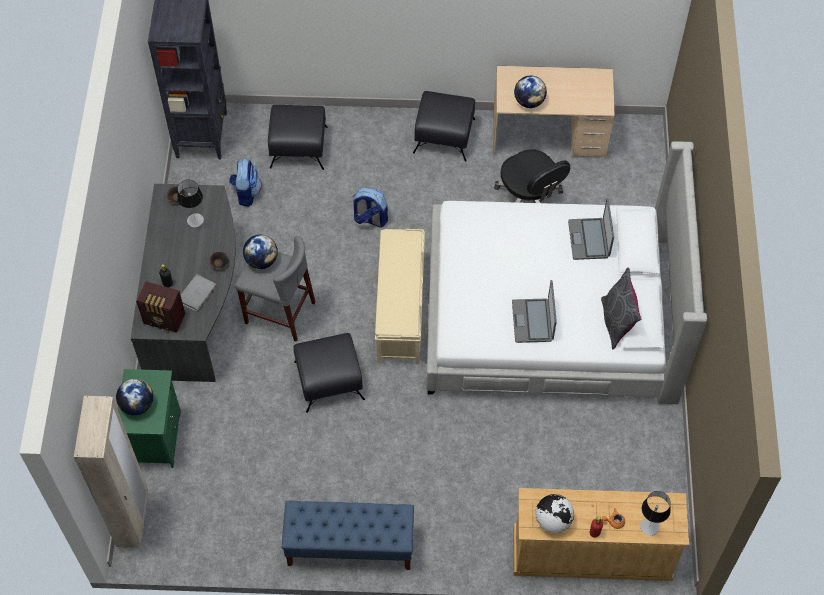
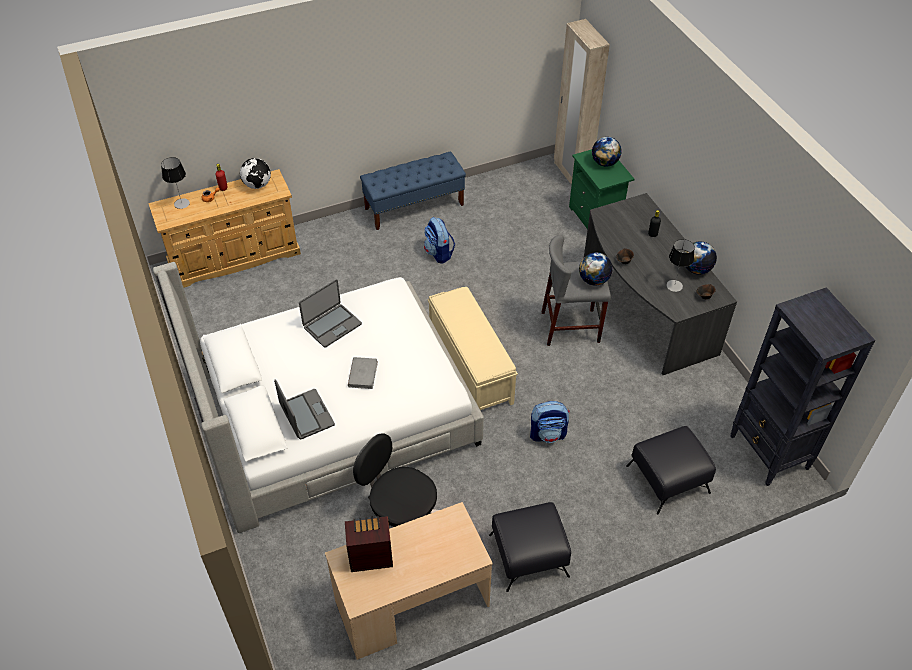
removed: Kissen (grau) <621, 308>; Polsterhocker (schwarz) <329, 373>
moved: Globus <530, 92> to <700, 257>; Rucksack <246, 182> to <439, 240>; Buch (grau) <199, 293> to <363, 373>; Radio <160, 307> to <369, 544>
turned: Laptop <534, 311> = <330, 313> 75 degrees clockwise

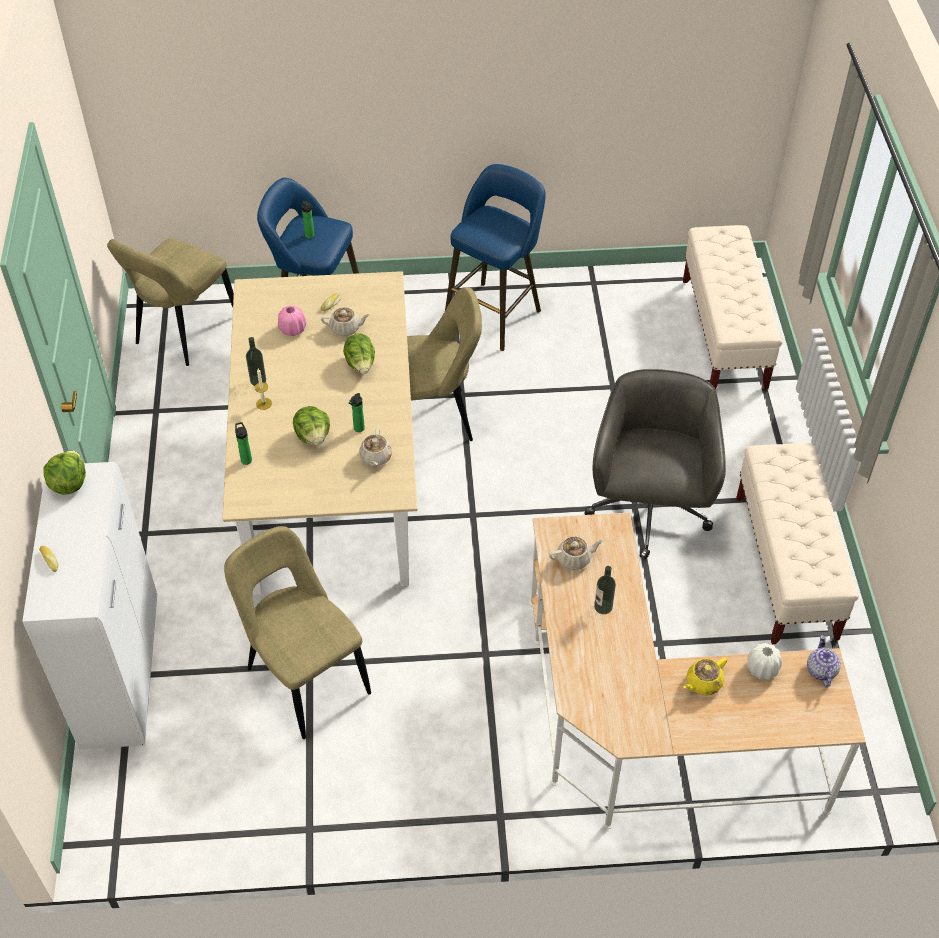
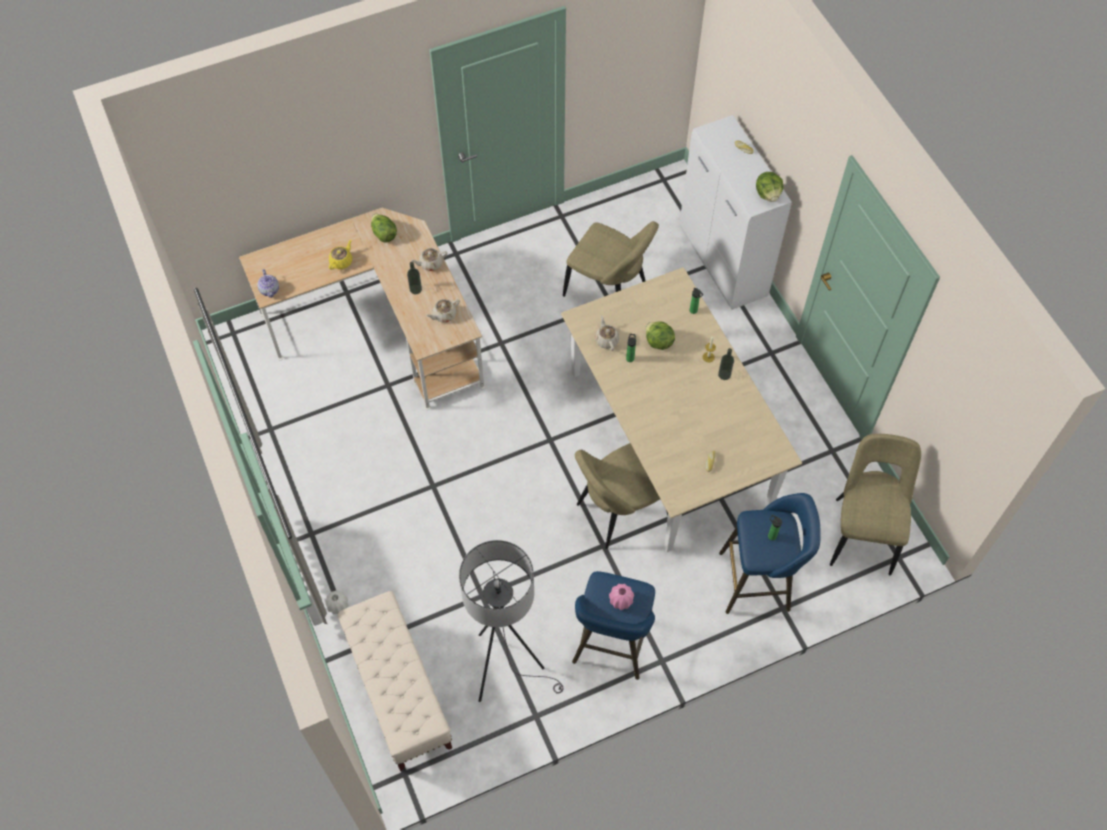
removed: Bürostuhl (grau) <655, 464>; Bank (beige) <797, 543>
added: Stehlampe (grau) <511, 621>
moved: Vase (rosa) <292, 321> to <621, 597>; Teekanne (beige) <345, 321> to <429, 259>; Salatkopf <359, 354> to <384, 228>; Vase (weiß) <764, 661> to <337, 602>

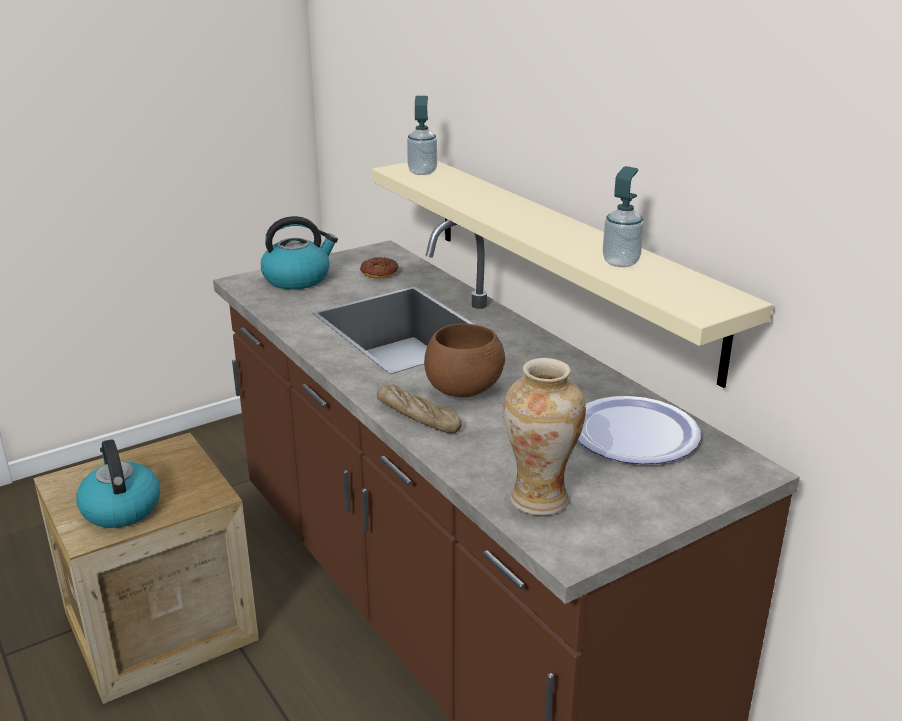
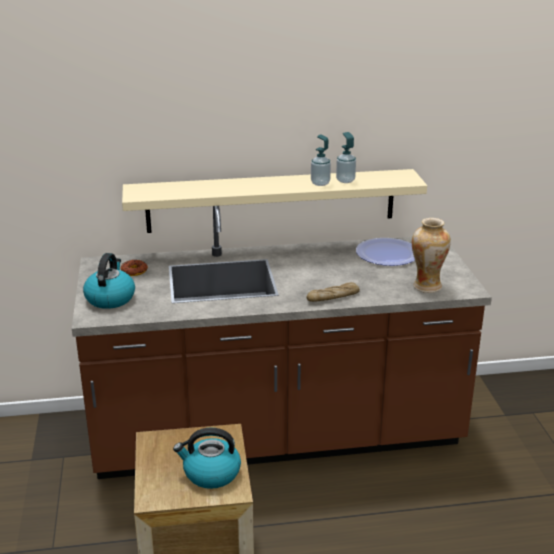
removed: Schüssel (braun) <464, 360>
moved: Seifenspender <422, 135> to <321, 160>

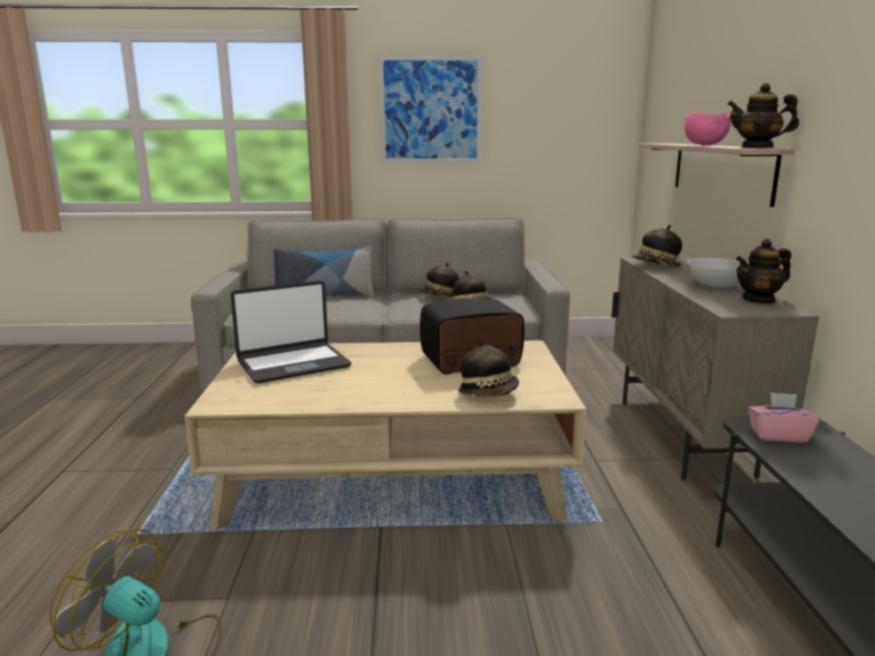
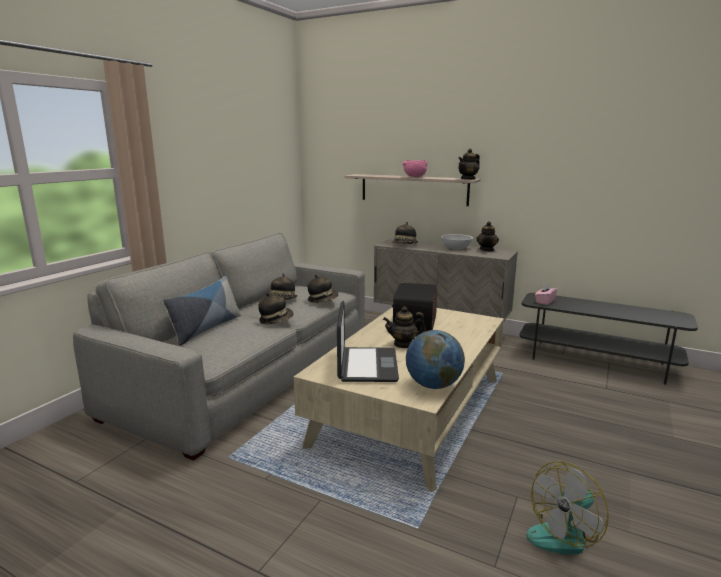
removed: Bild <430, 109>
added: Teekanne <404, 327>; Globus <435, 359>
moved: Hut <488, 368> to <275, 308>

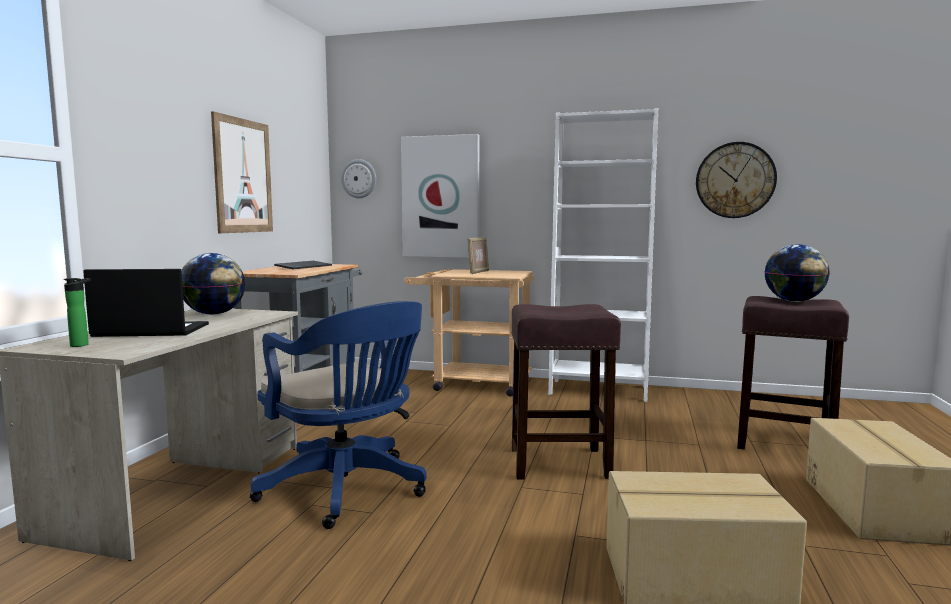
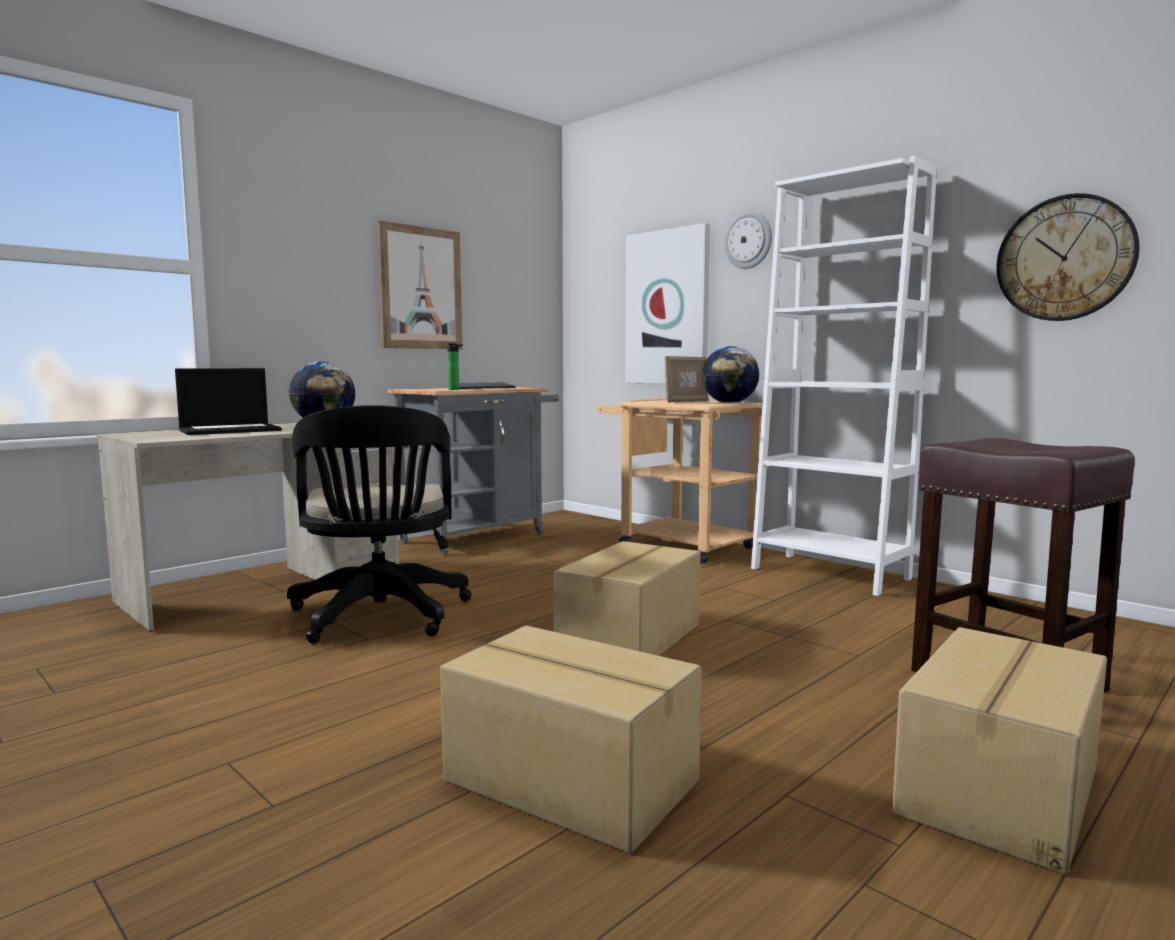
moved: Wanduhr <358, 178> to <748, 240>; Globus <797, 273> to <730, 374>; Flasche <77, 312> to <455, 366>
replaced: Hocker (braun) <566, 392> to Karton <627, 598>
recoloured: Bürostuhl (blau) <338, 415> to Bürostuhl (schwarz) <379, 524>
turned: Laptop <146, 303> = <228, 401> 120 degrees clockwise

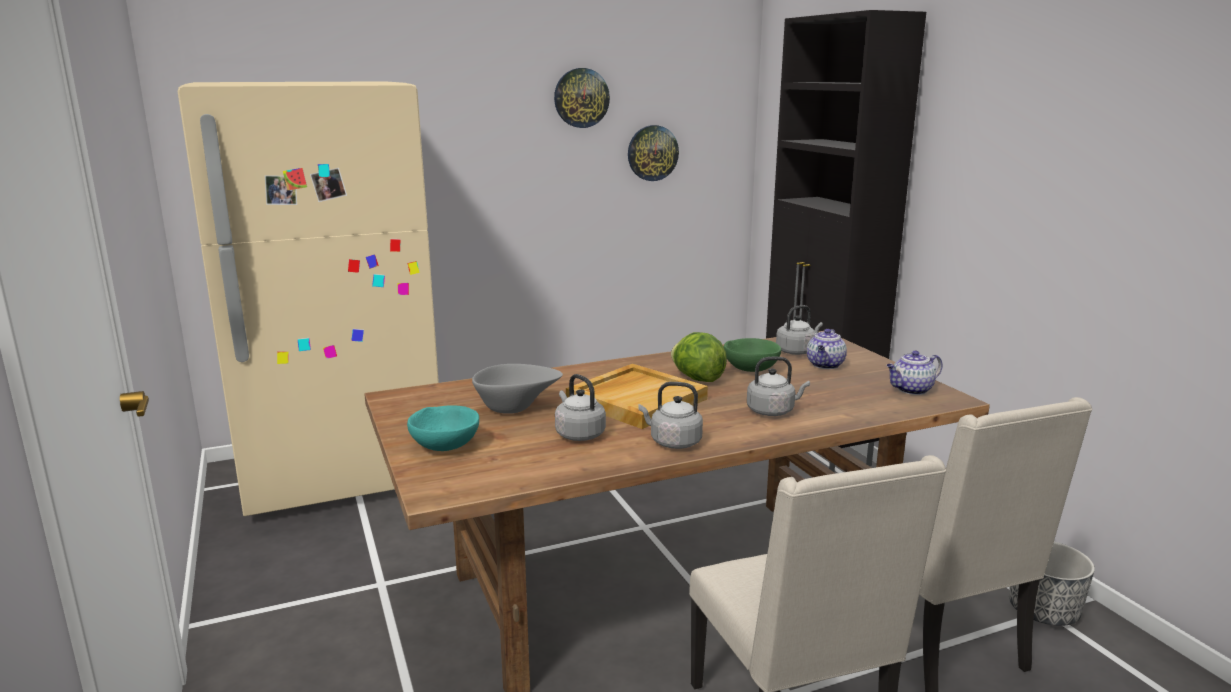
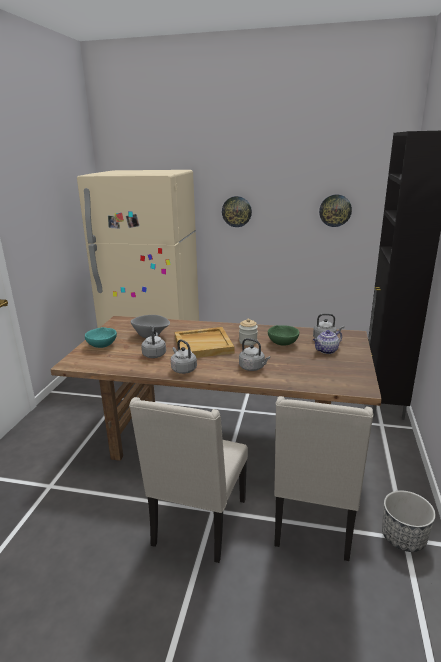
removed: Teekanne <914, 373>
moved: Wanduhr <582, 98> to <237, 211>
replaced: Salatkopf <699, 357> to Vorratsglas <248, 332>

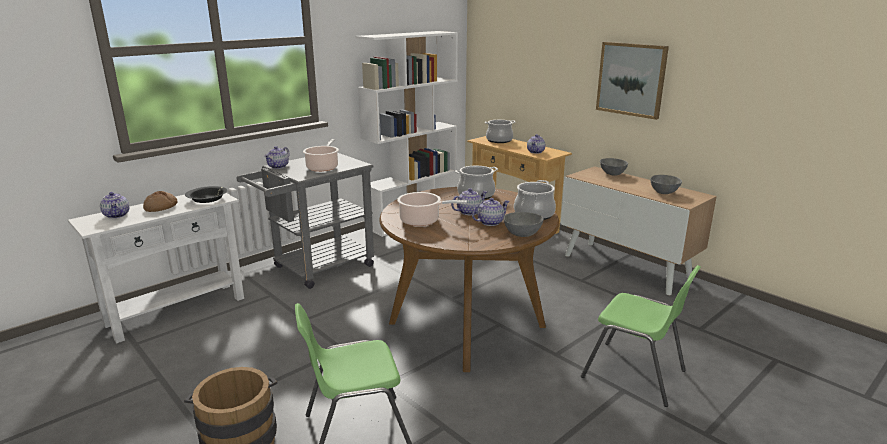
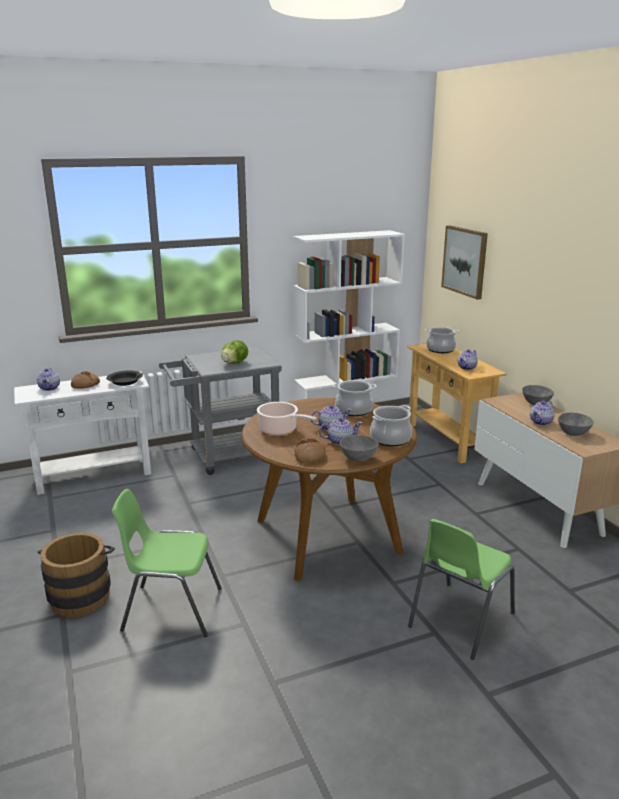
added: Brot <310, 450>
moved: Bild <632, 81> to <464, 262>; Teekanne <276, 157> to <542, 413>
replaced: Kochtopf <321, 155> to Salatkopf <234, 352>
turned: Stuhl (grün) <641, 336> = <461, 589> 75 degrees clockwise

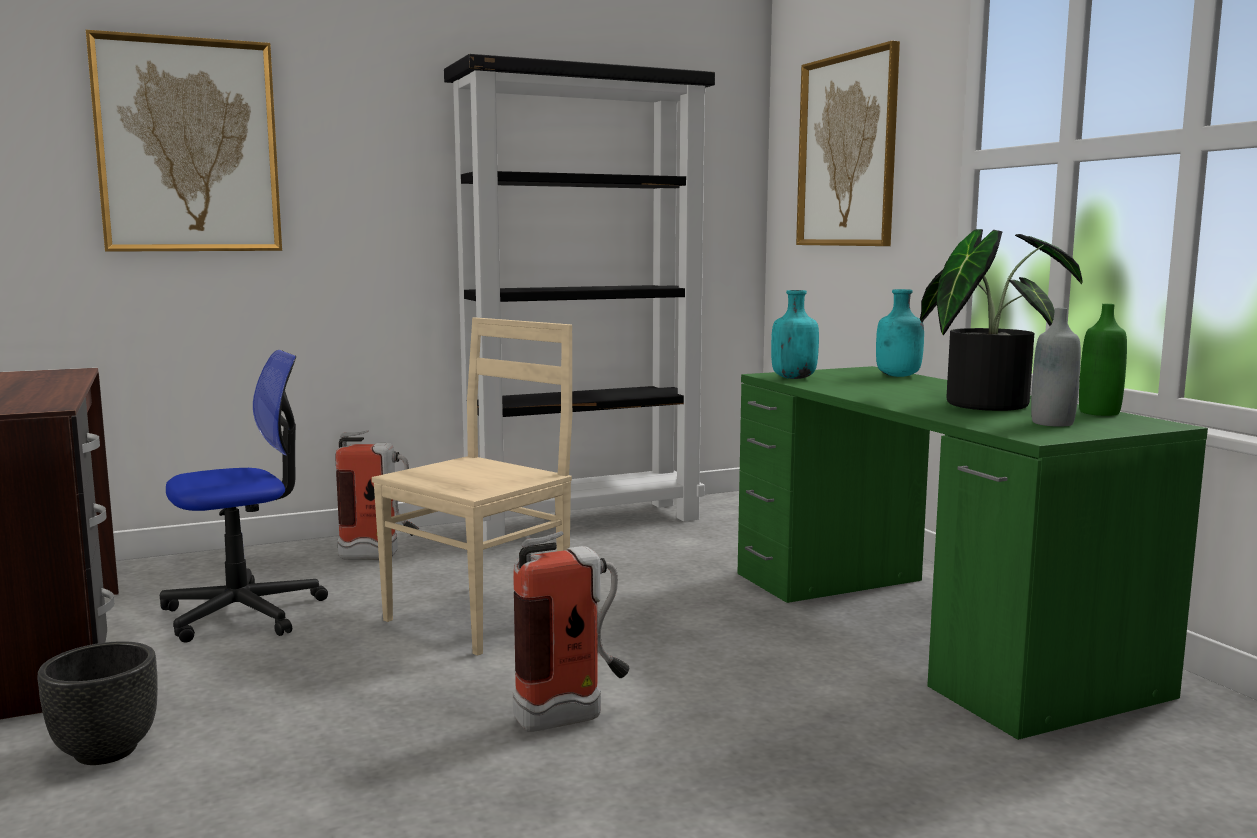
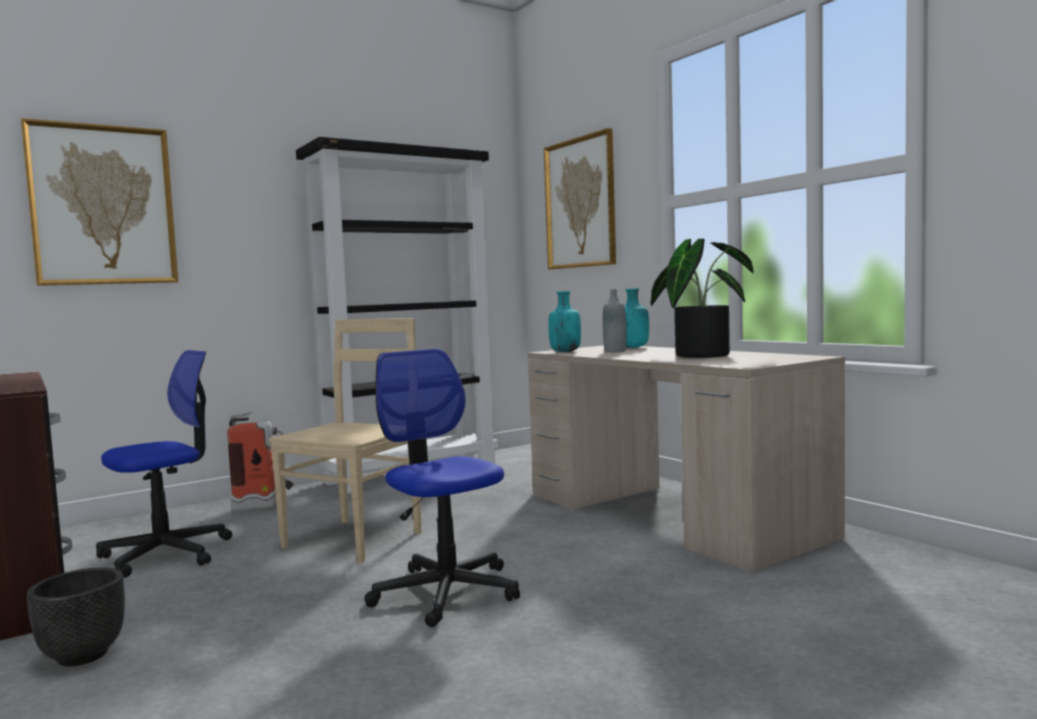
removed: Flasche (grün) <1103, 360>
moved: Flasche (grau) <1056, 367> to <614, 321>
replaced: Feuerlöscher <571, 631> to Bürostuhl <442, 487>
recoloured: Schreibtisch (grün) <973, 553> to Schreibtisch (beige) <686, 458>

